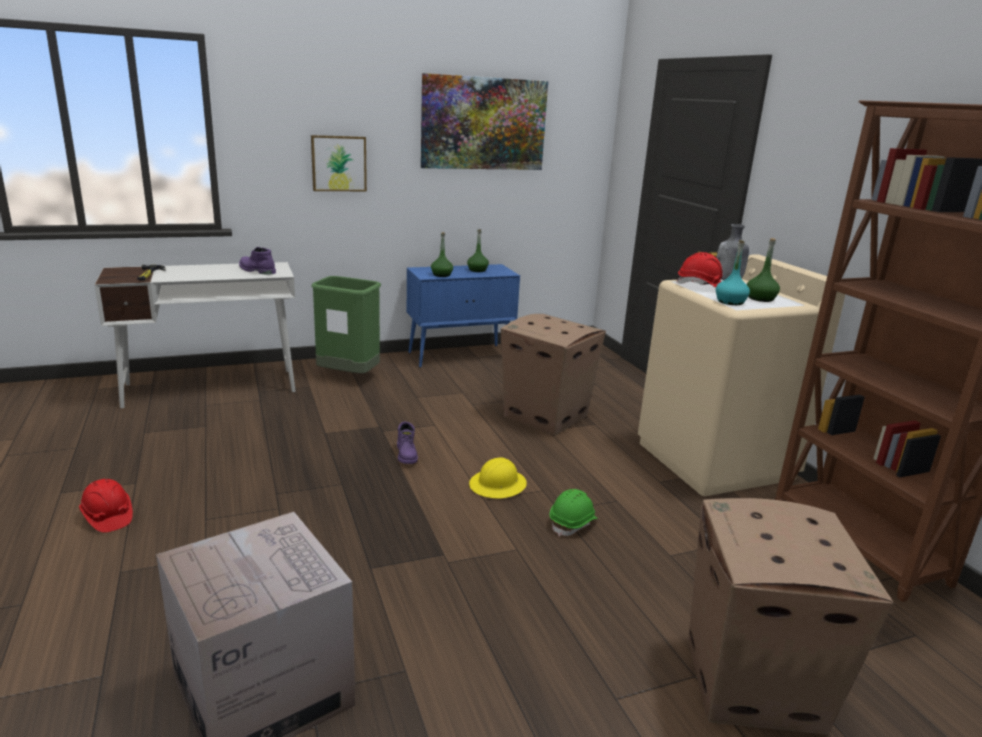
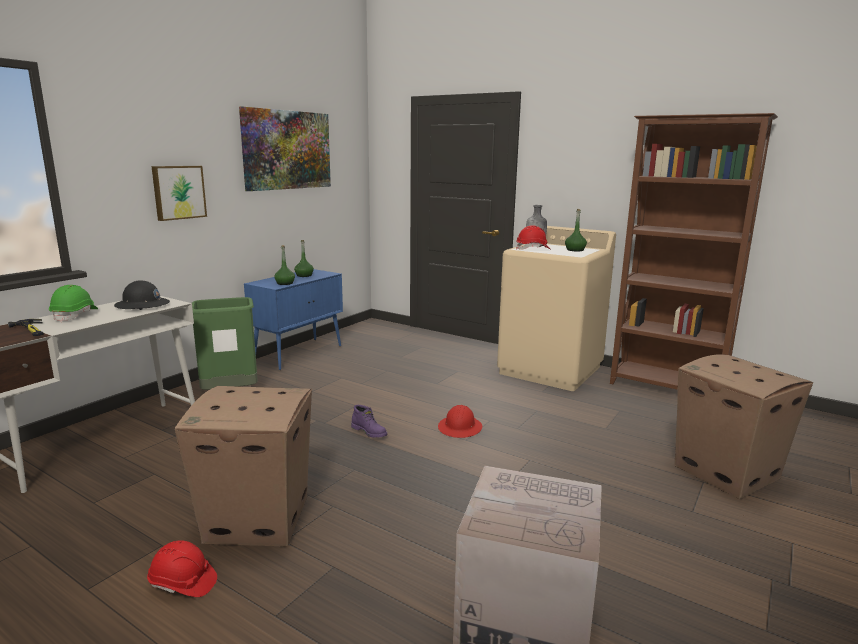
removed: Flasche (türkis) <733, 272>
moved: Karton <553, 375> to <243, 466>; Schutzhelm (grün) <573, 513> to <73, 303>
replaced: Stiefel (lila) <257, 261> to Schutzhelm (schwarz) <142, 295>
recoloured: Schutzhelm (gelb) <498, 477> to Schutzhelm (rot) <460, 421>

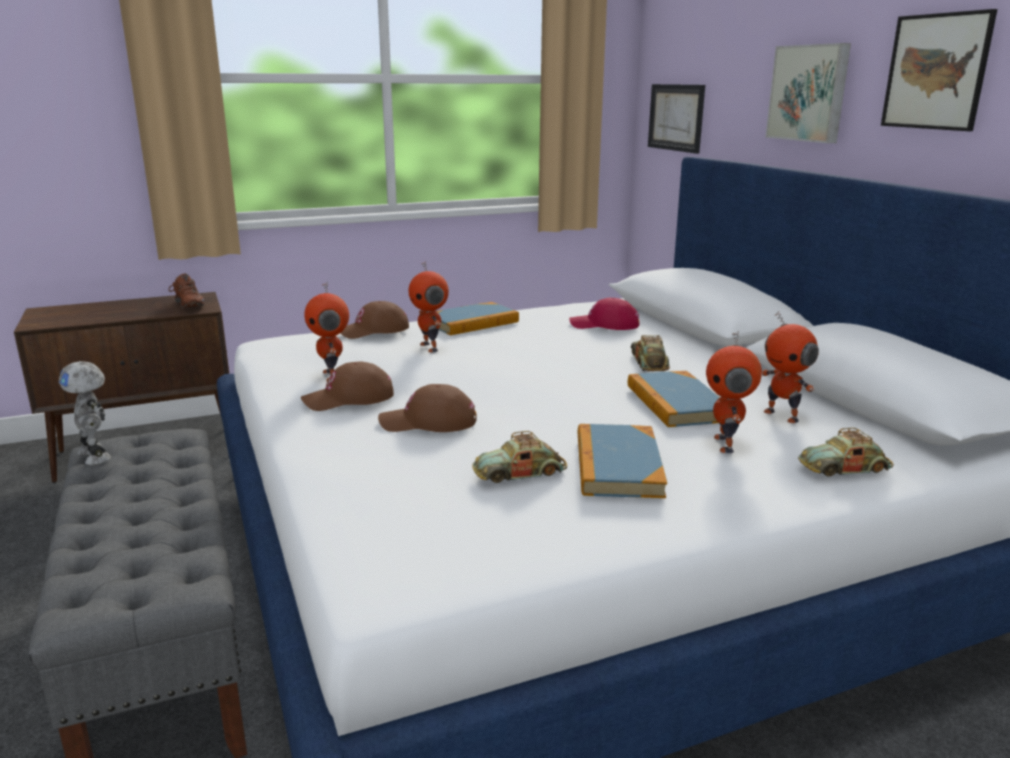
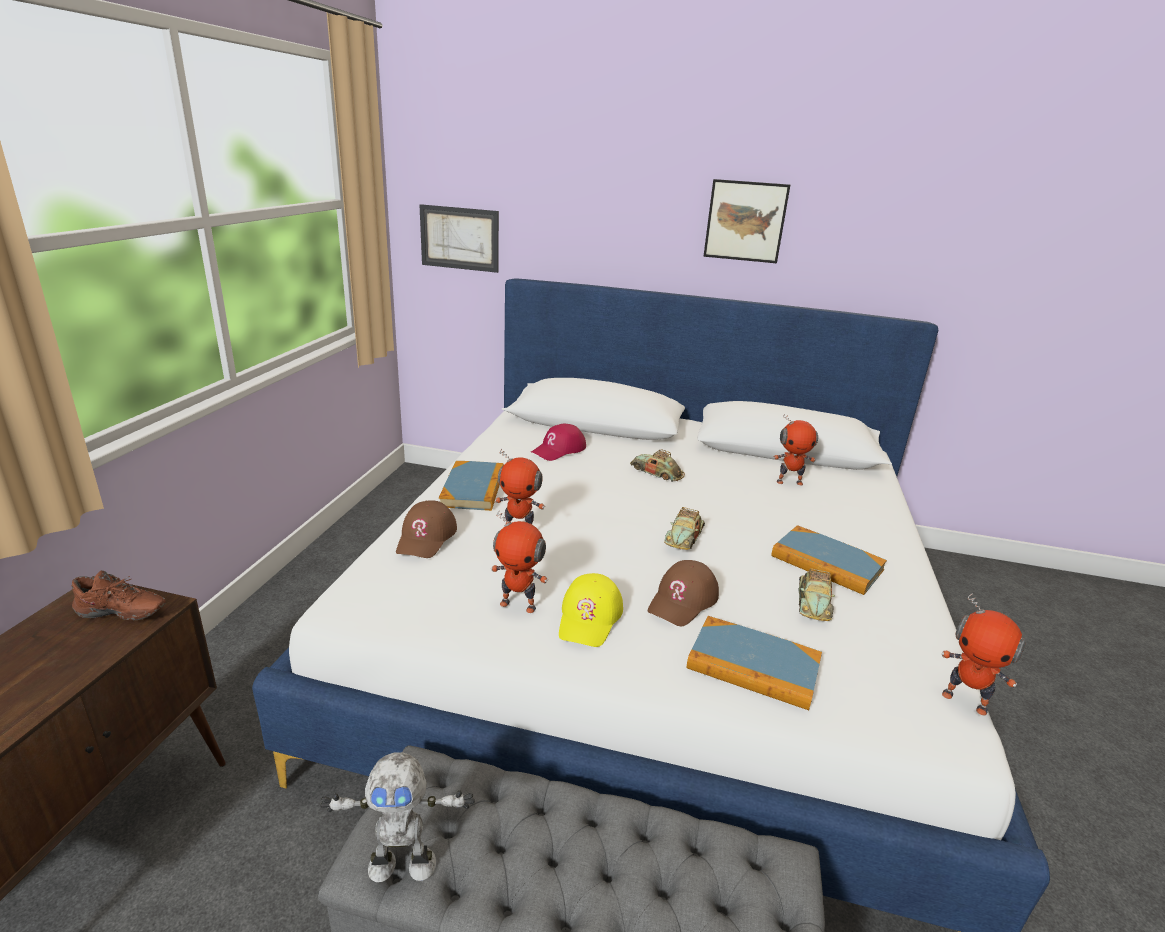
removed: Bild <808, 93>
moved: Spielzeugroboter <734, 392> to <984, 655>; Buch <674, 399> to <754, 663>; Spielzeugauto <846, 452> to <684, 528>
recoloured: Kappe (braun) <347, 386> to Kappe (gelb) <591, 610>

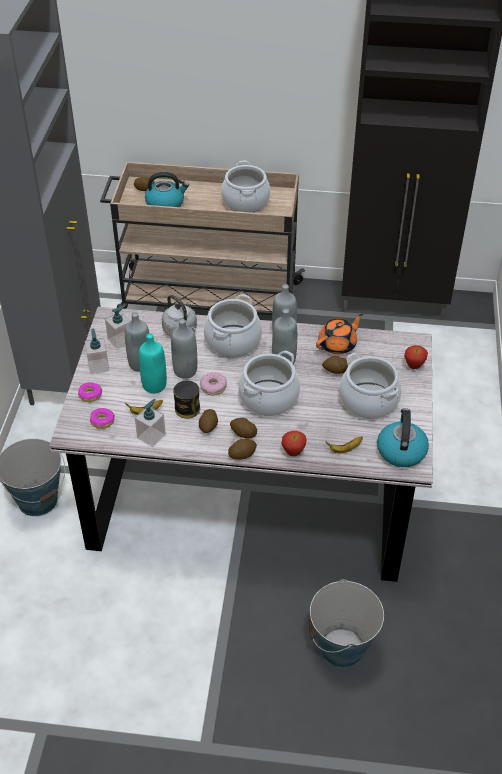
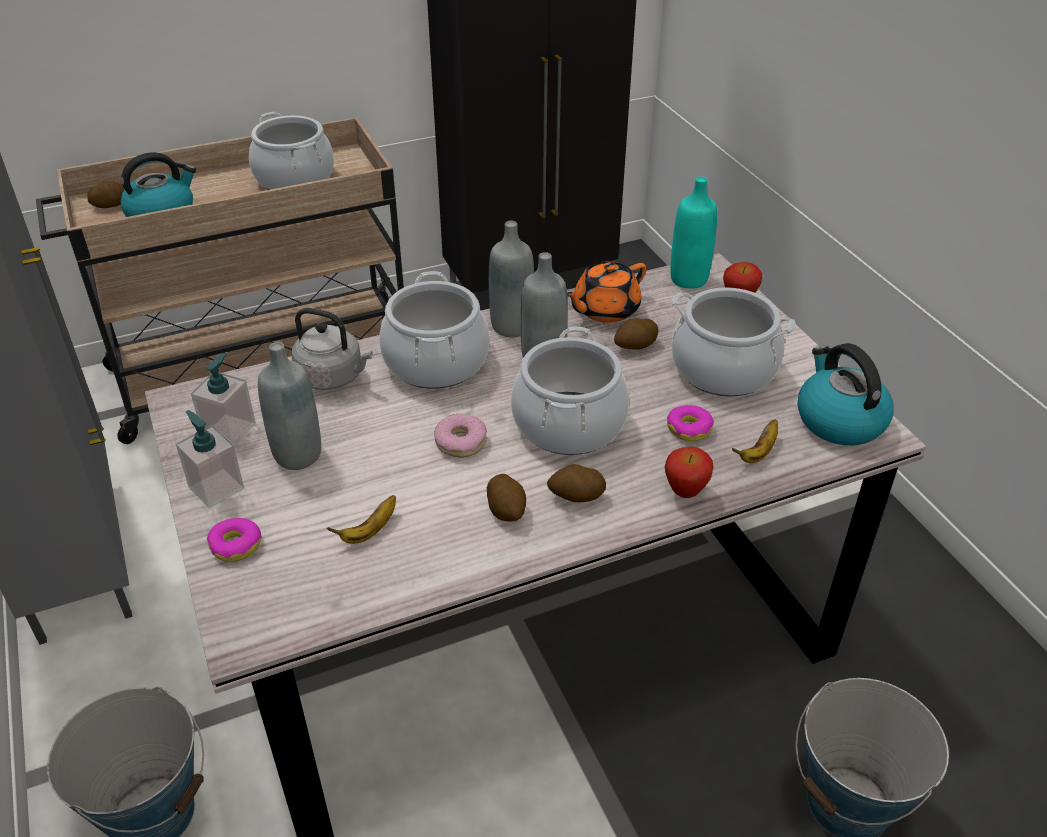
removed: Flasche (grau) <184, 349>; Dose <186, 399>; Seifenspender <150, 423>; Kartoffel <242, 449>
moved: Flasche (türkis) <153, 363> to <693, 233>; Donut <102, 418> to <690, 423>
turned: Teekanne (orange) <339, 334> = <606, 292> 150 degrees counterclockwise

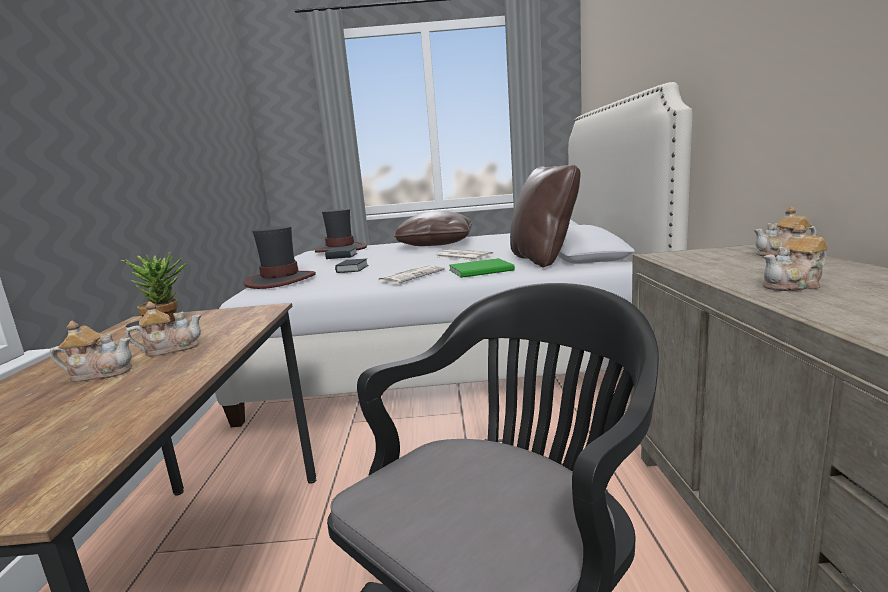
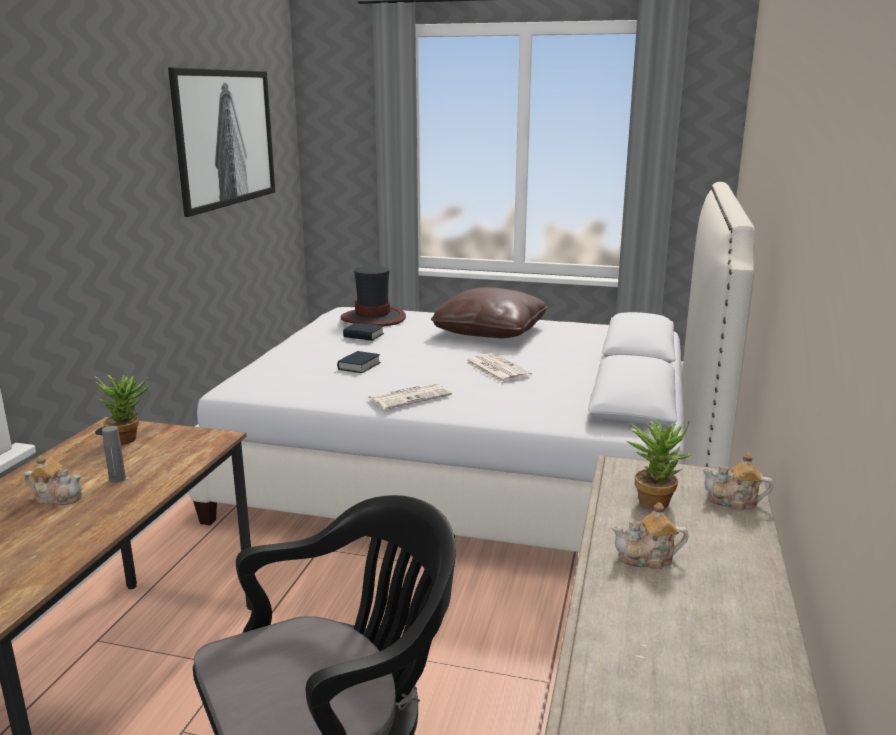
removed: Kissen (braun) <545, 215>; Hut <280, 257>; Buch (grün) <482, 268>
added: Bild <221, 142>; Topfpflanze <658, 465>
replaced: Teekanne <164, 329> to Flasche (grau) <114, 454>

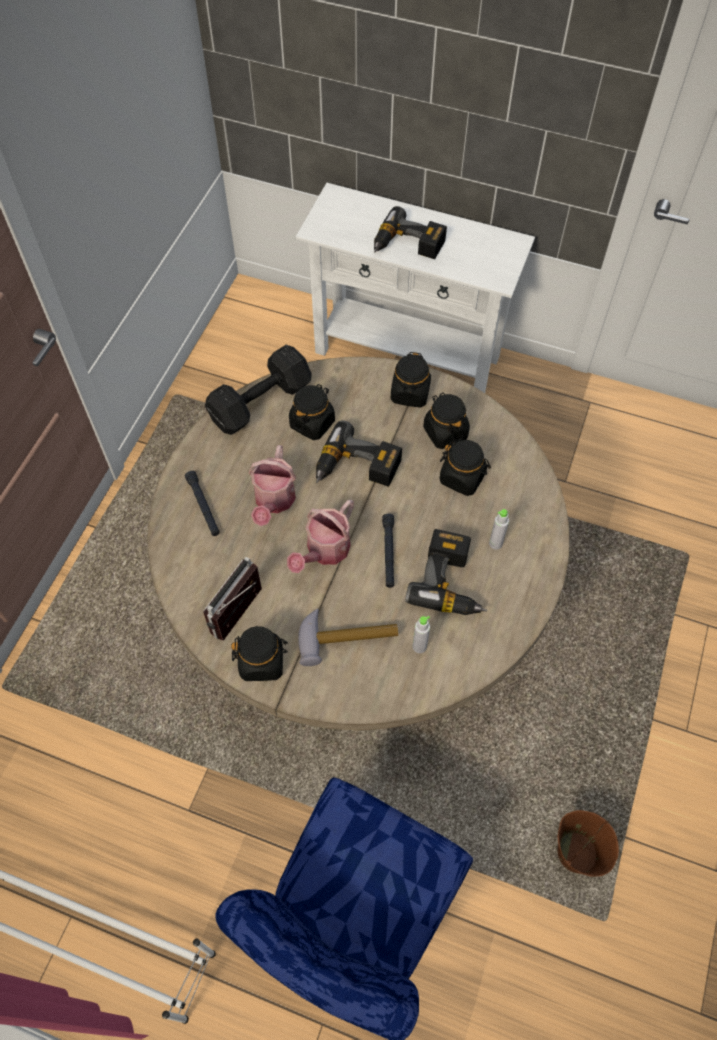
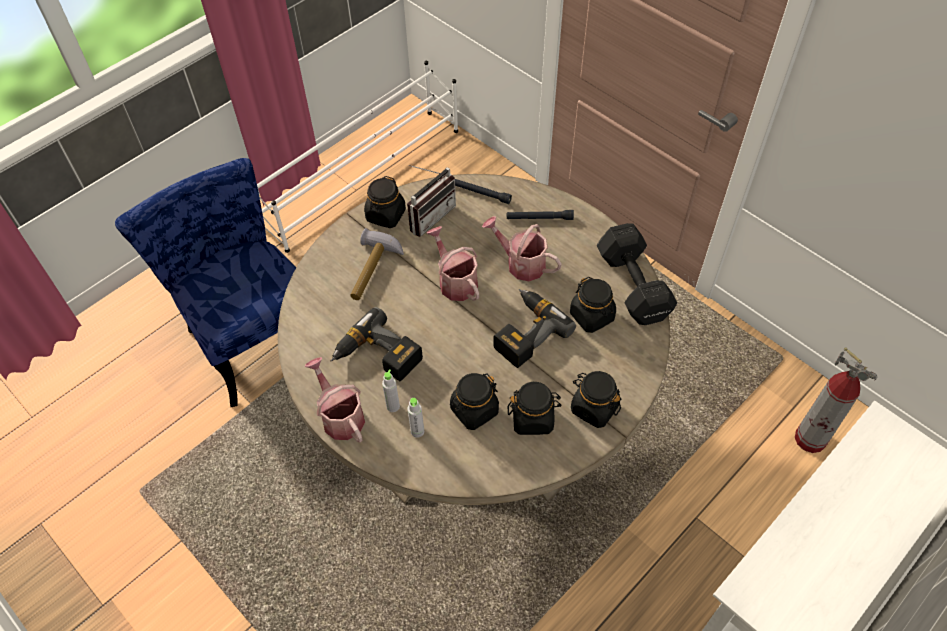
removed: Bohrmaschine <410, 232>; Eimer (braun) <588, 843>
added: Feuerlöscher <836, 400>; Gießkanne <335, 399>
moved: Taschenlampe (schwarz) <388, 551> to <483, 191>; Flasche (grau) <421, 634> to <415, 418>
turned: Radio <232, 599> = <431, 201> 75 degrees clockwise

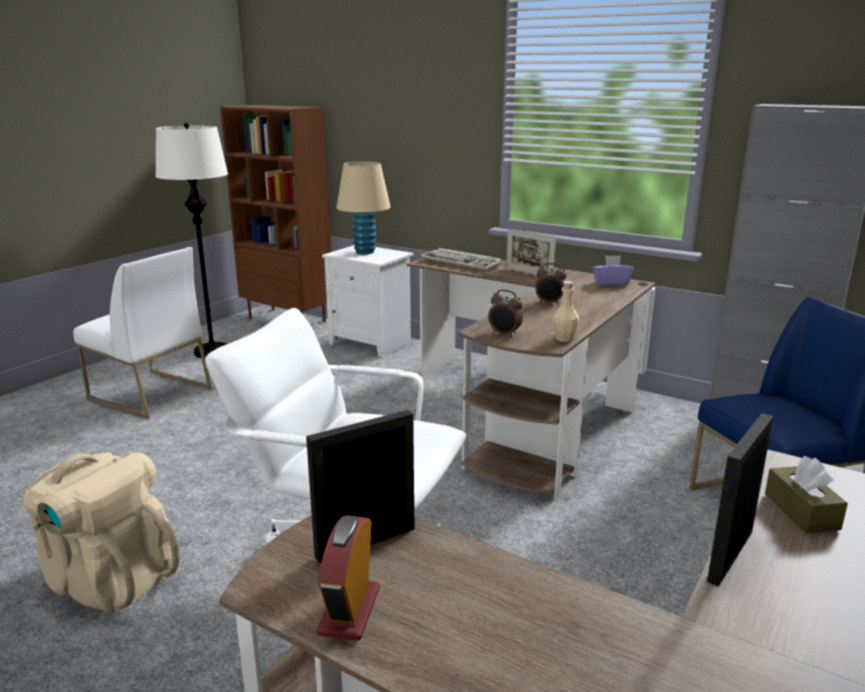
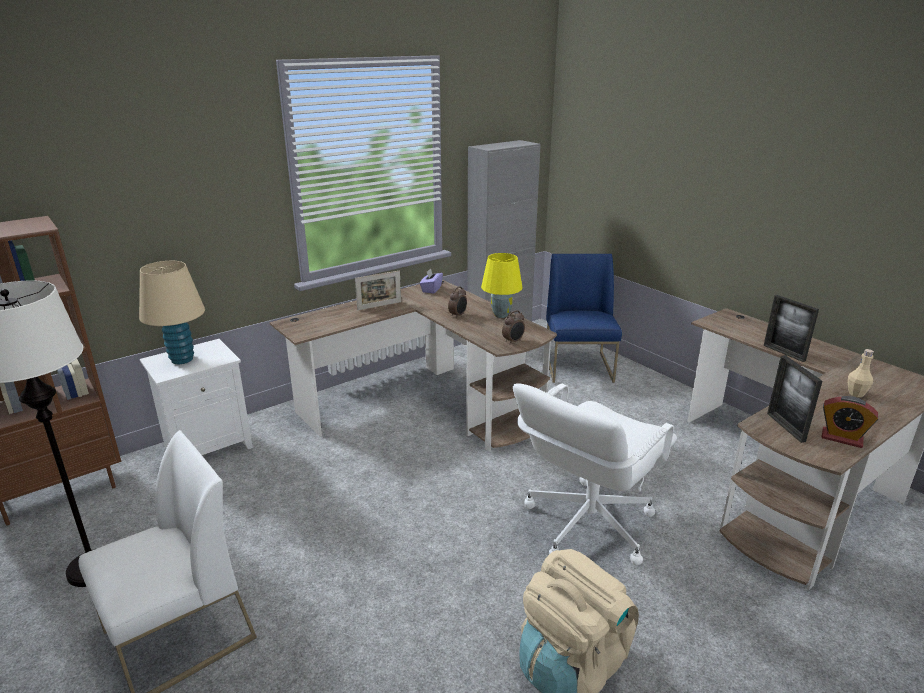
removed: Tastatur <460, 259>; Taschentuchbox (braun) <806, 494>
added: Tischlampe (gelb) <502, 285>
moved: Flasche (beige) <565, 311> to <861, 373>

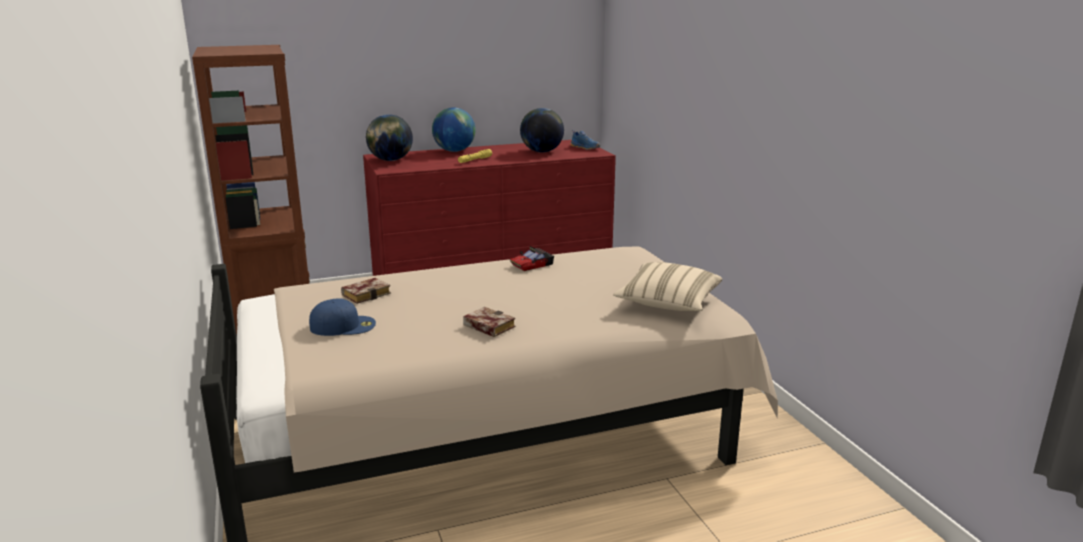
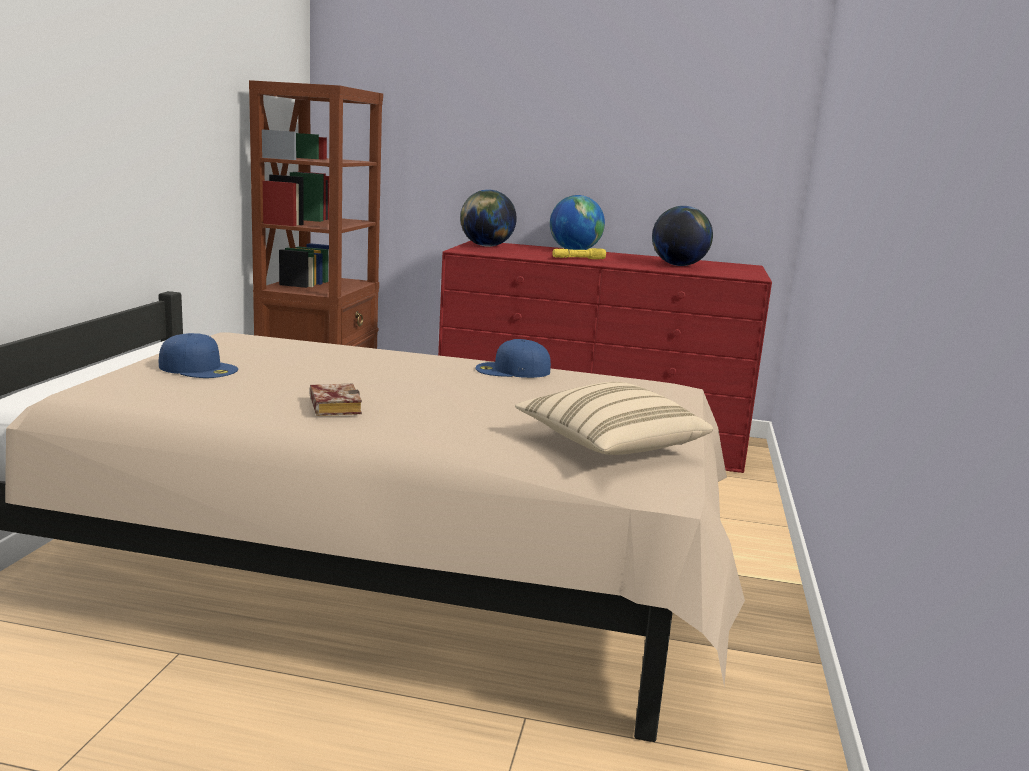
removed: Schuh (blau) <585, 140>; Buch <366, 291>
replaced: Spielzeugauto <532, 258> to Kappe (blau) <513, 358>

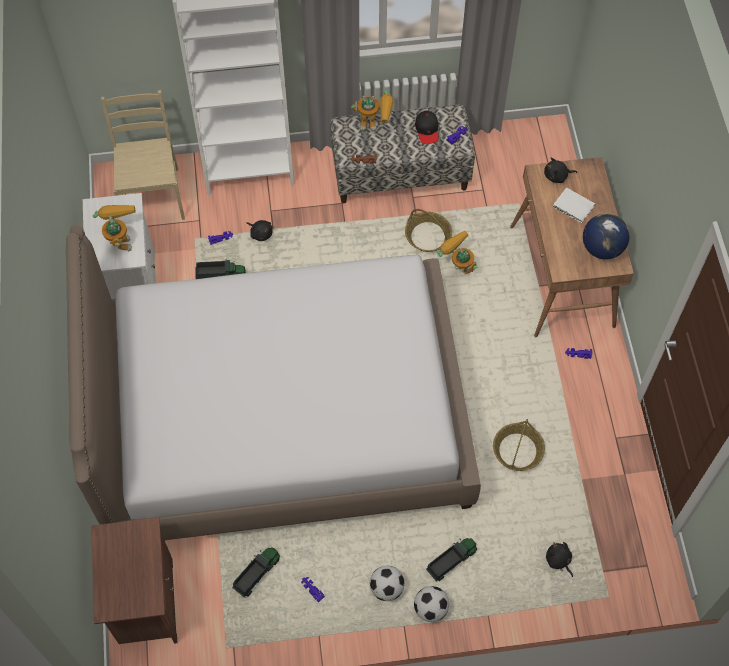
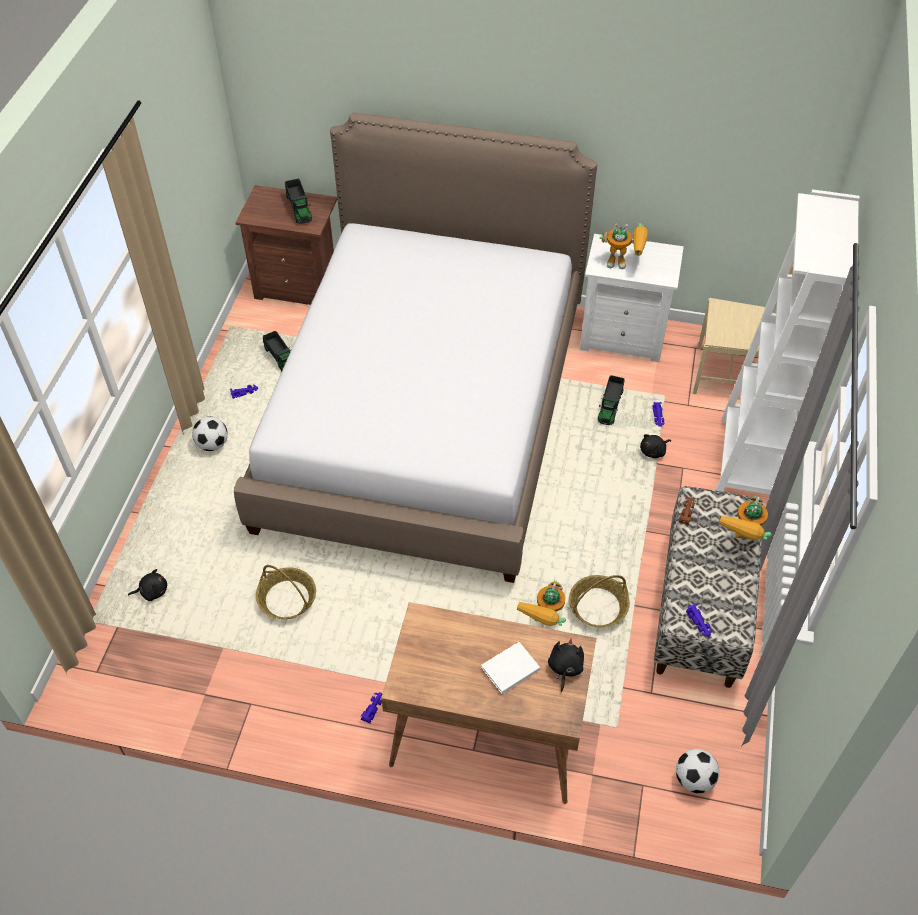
removed: Kappe (schwarz) <426, 127>; Globus <606, 236>
moved: Spielzeuglaster <451, 560> to <298, 201>; Fußball <431, 604> to <697, 771>
turned: Spielzeugroboter <457, 252> = <541, 603> 135 degrees clockwise

